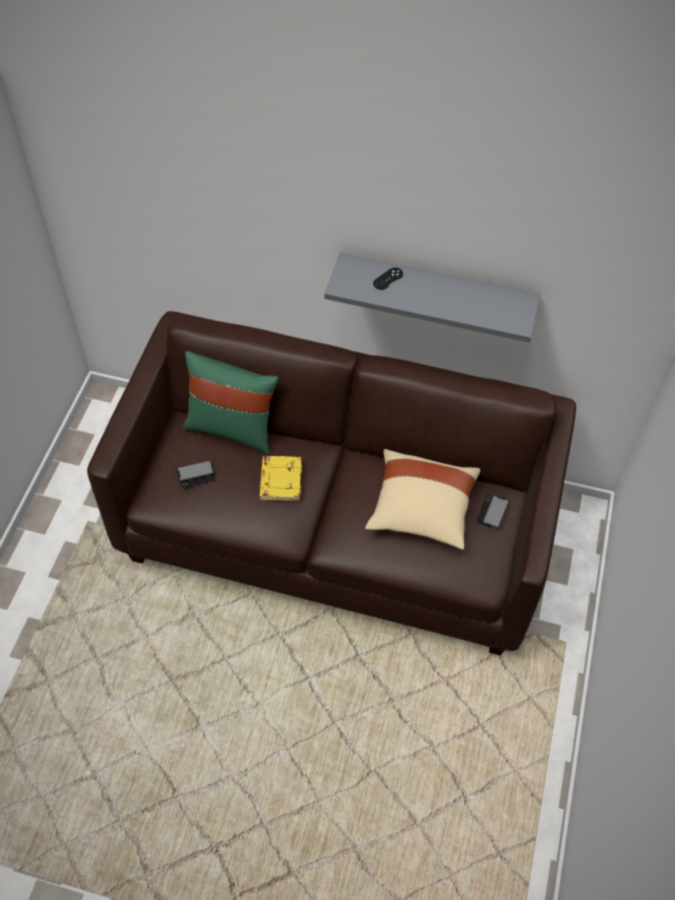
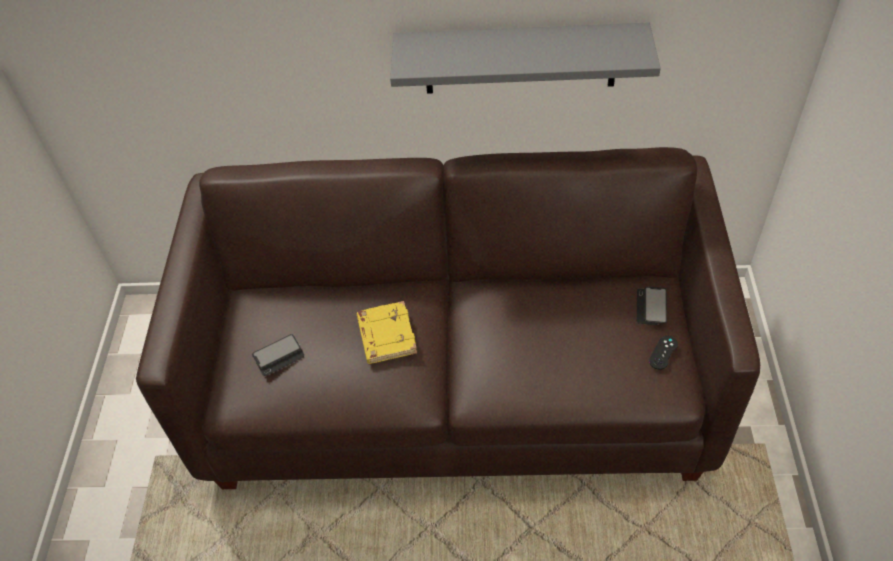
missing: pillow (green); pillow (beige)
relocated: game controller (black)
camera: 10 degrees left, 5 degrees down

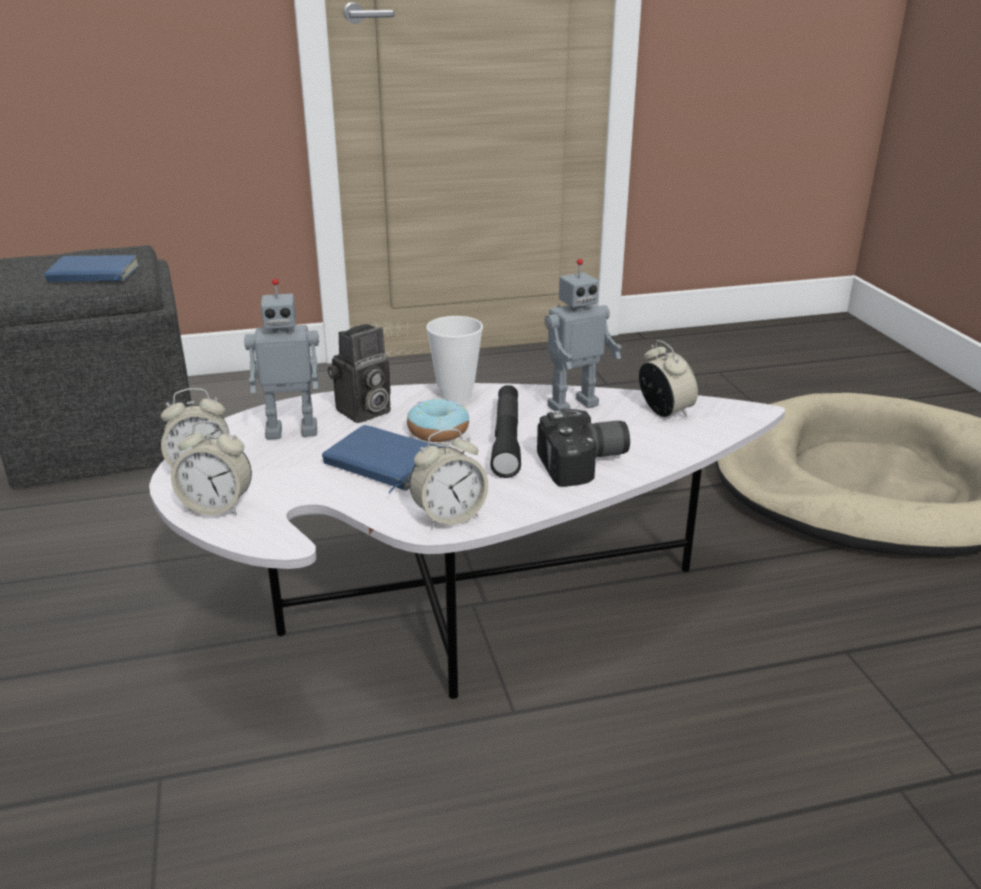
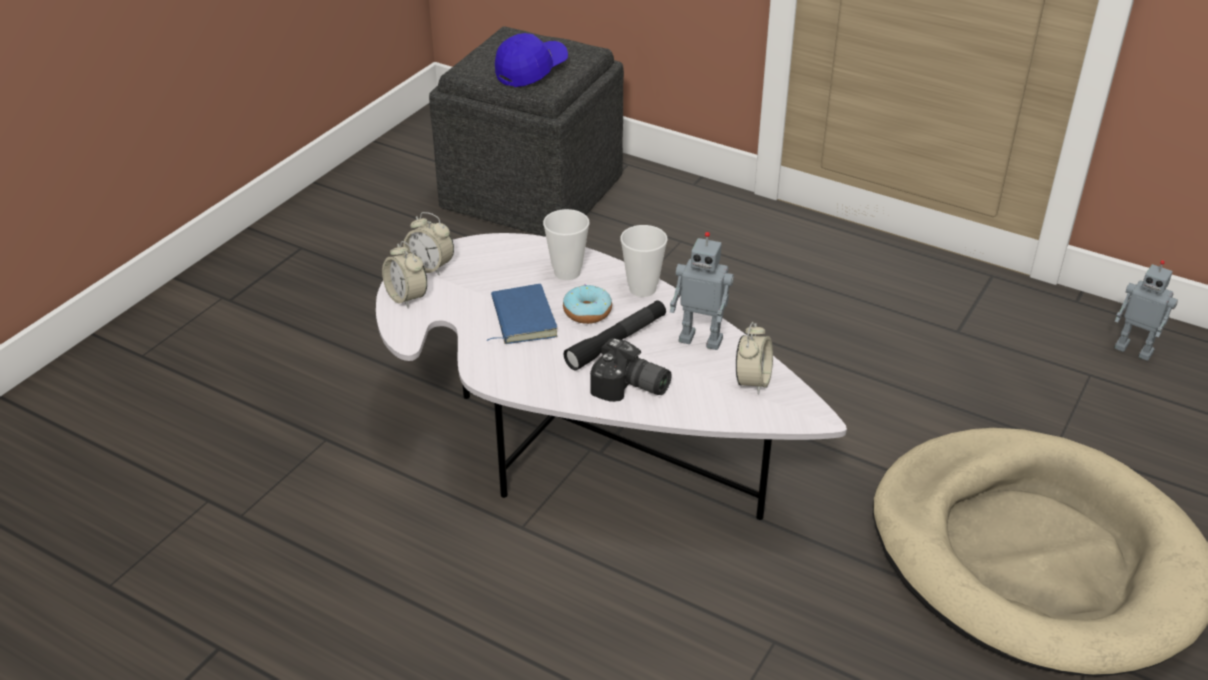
missing: alarm clock (no. 3 from left)
relocated: toy robot (no. 1 from left in the first image) to toy robot (no. 2 from left)
exchanged: book (blue) (no. 1 from left) to cap (blue); photo camera (no. 1 from left) to cup (no. 1 from left)
camera: 45 degrees right, 10 degrees up

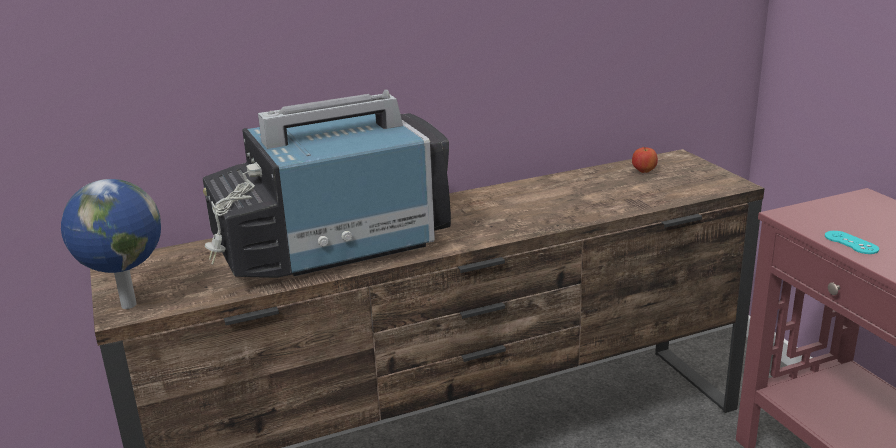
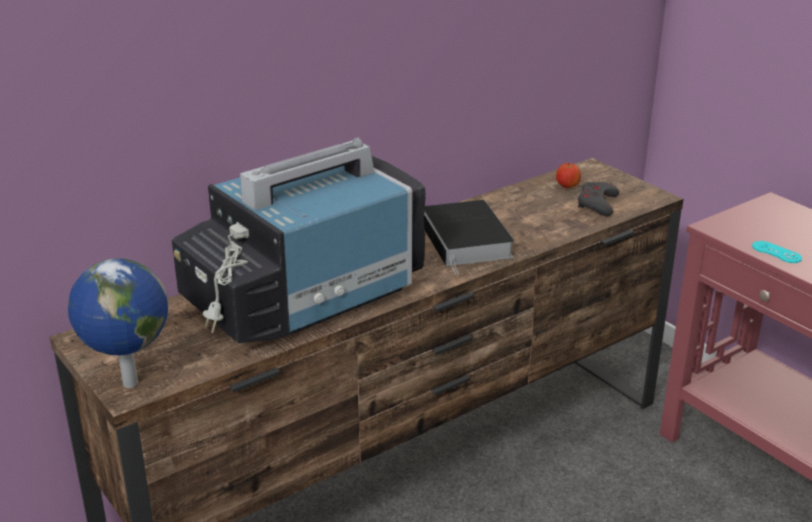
appeared: book; game controller (grey)
camera: 15 degrees left, 5 degrees up

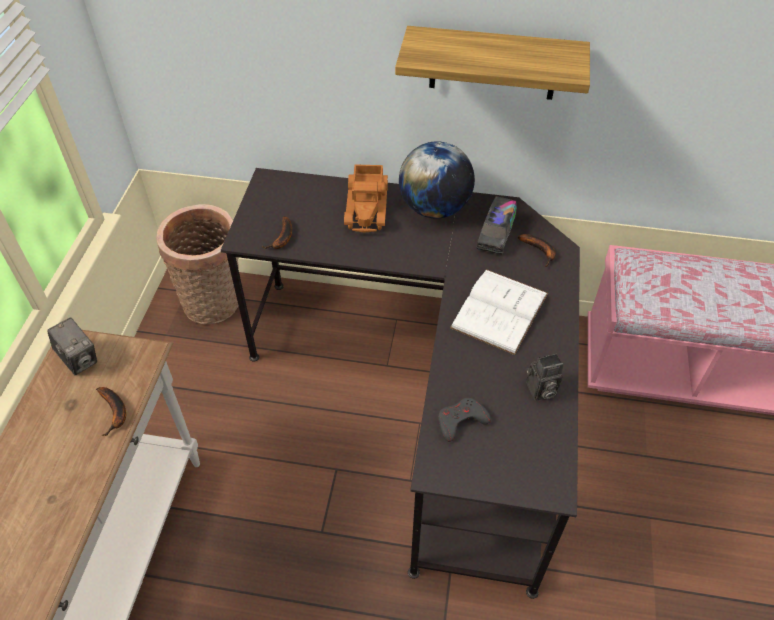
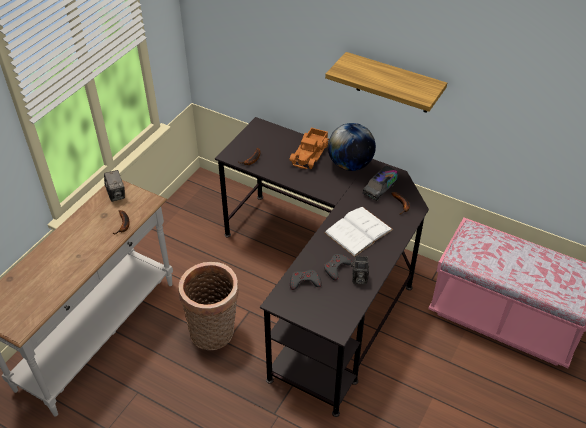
appeared: game controller (grey) (no. 2 from left)
relocated: basket
camera: 20 degrees right, 5 degrees down

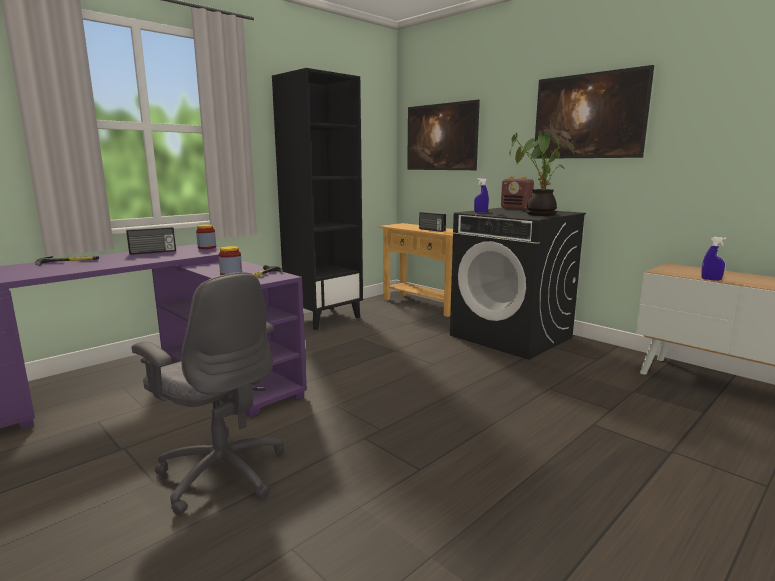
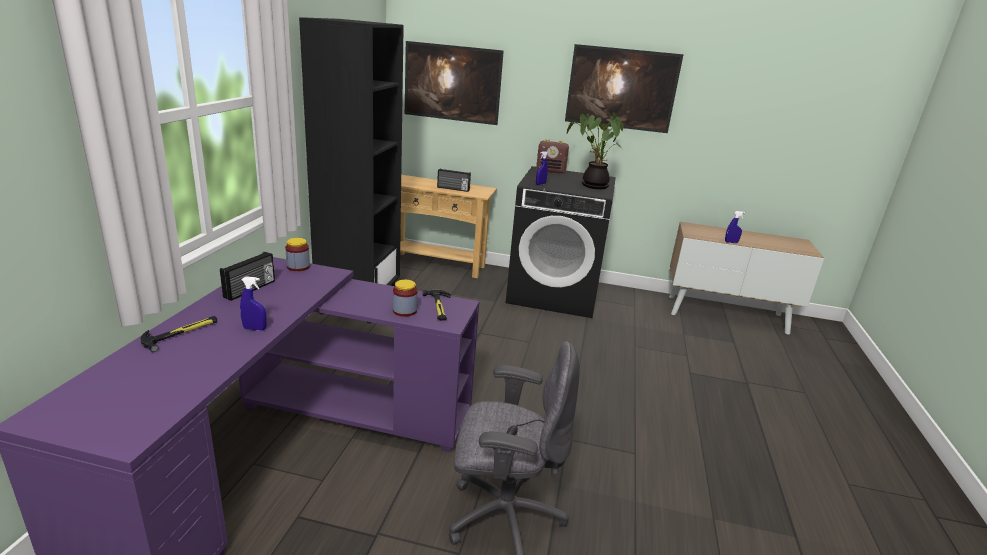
appeared: spray bottle (blue) (no. 1 from left)
camera: 35 degrees left, 10 degrees up

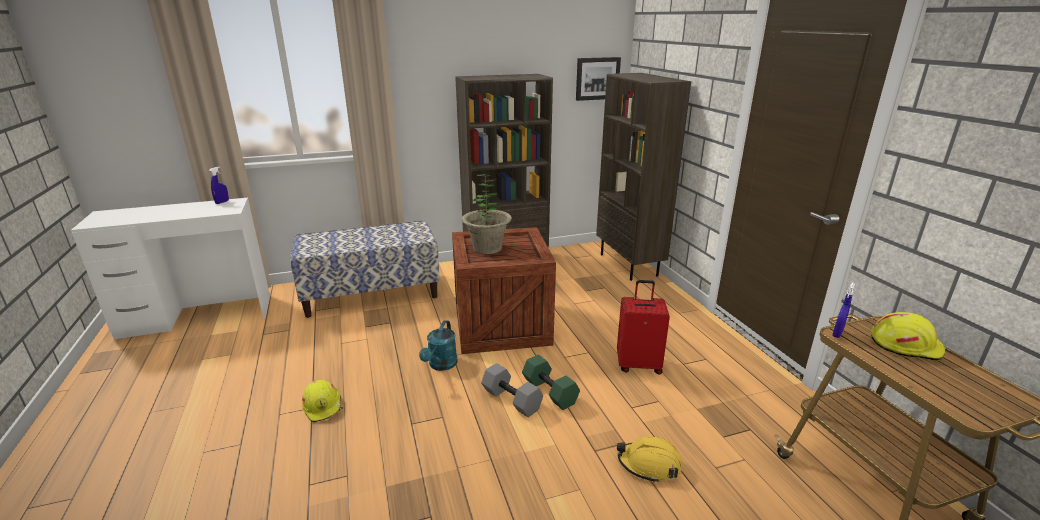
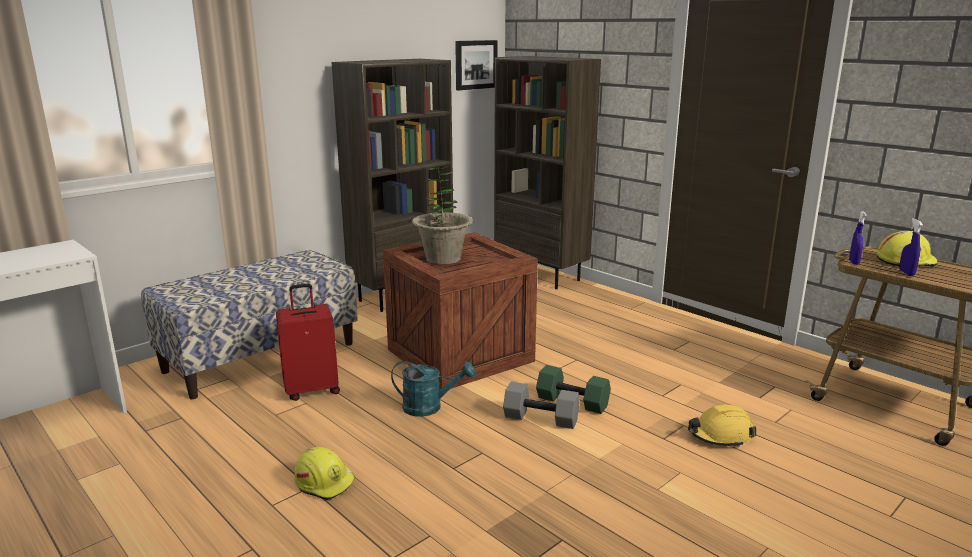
relocated: suitcase (red); spray bottle (blue) (no. 1 from left in the first image) to spray bottle (blue) (no. 2 from left)
spun: watering can (turquoise) 75 degrees counterclockwise
camera: 25 degrees left, 5 degrees down

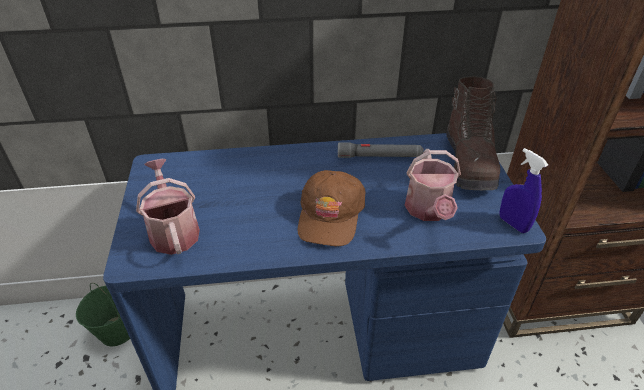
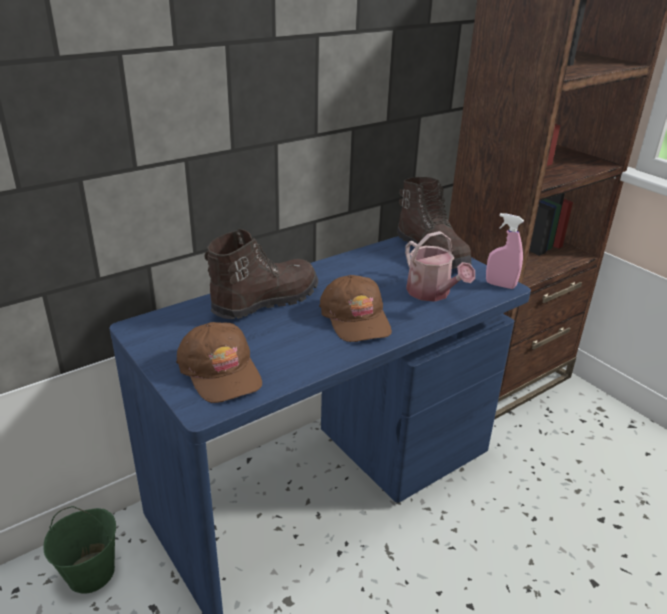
missing: flashlight (grey)
appeared: boot (brown) (no. 1 from left)
exchanged: watering can (no. 1 from left) to cap (brown) (no. 1 from left)
colour: spray bottle (blue) to spray bottle (pink)
camera: 30 degrees left, 10 degrees down

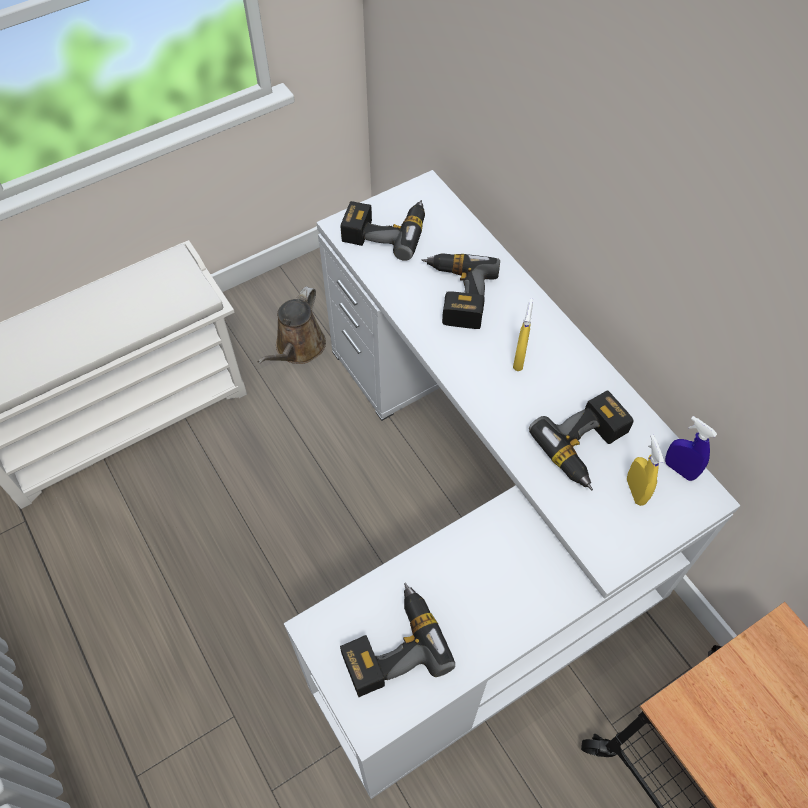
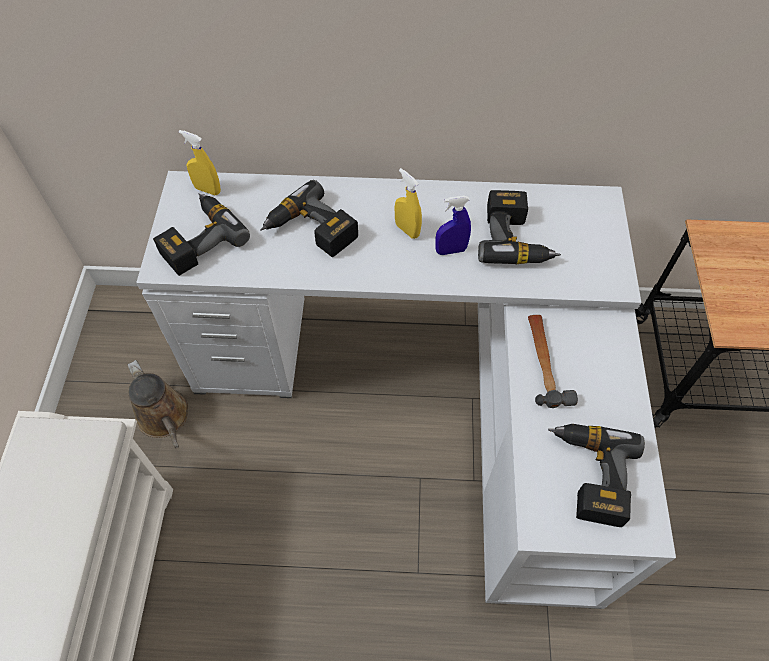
appeared: hammer
relocated: spray bottle (yellow) (no. 2 from left in the first image) to spray bottle (yellow) (no. 1 from left); spray bottle (blue)
camera: 55 degrees left, 0 degrees up

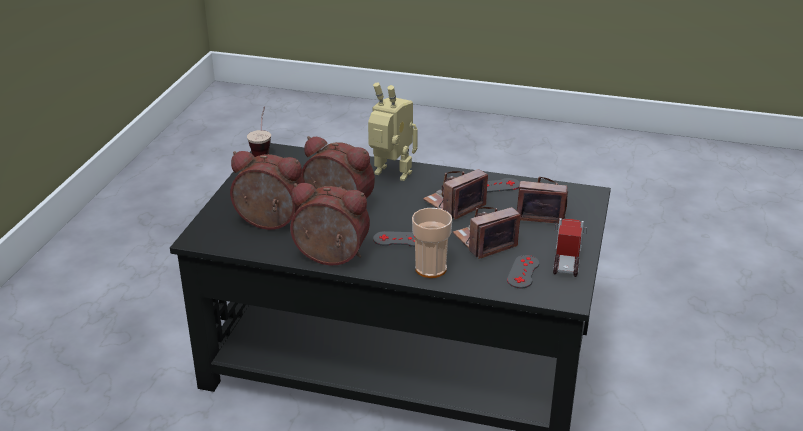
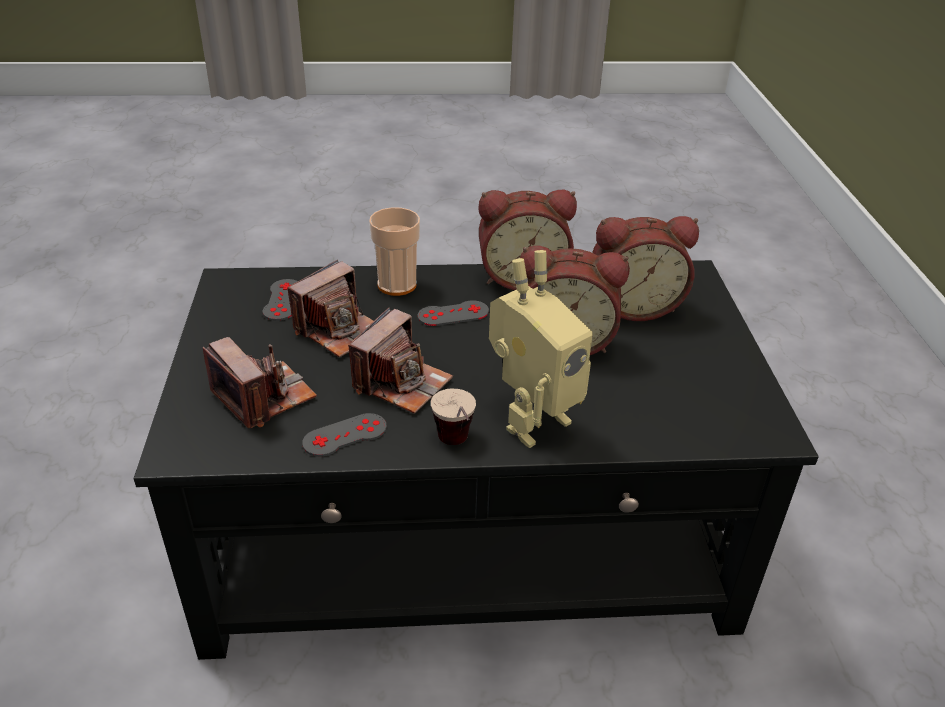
missing: toy truck
relocated: cup (no. 1 from left in the first image) to cup (no. 2 from left)
spun: photo camera (no. 3 from left in the first image) 120 degrees counterclockwise; toy robot 45 degrees counterclockwise
camera: 160 degrees right, 5 degrees up

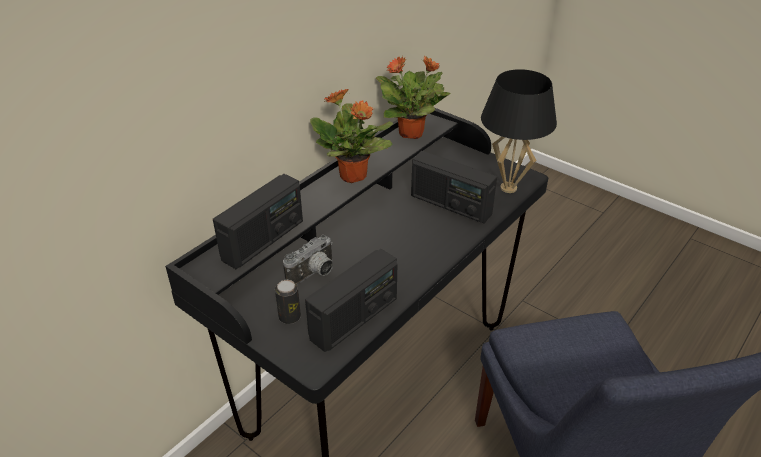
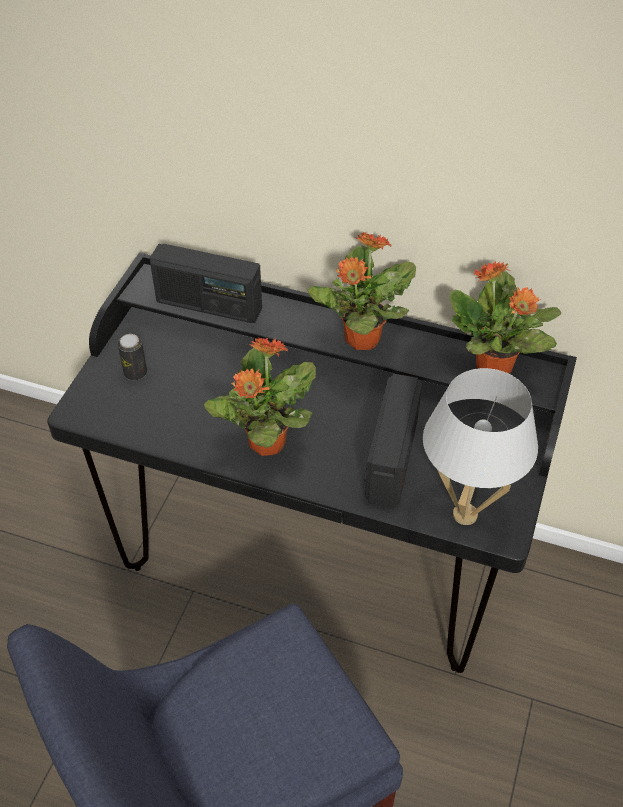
missing: photo camera; radio (no. 2 from left)
appeared: potted plant (no. 1 from left)
colour: table lamp (black) to table lamp (white)
camera: 70 degrees right, 10 degrees up

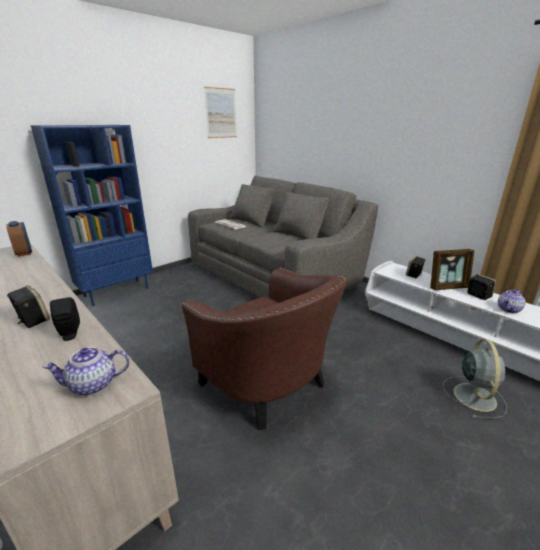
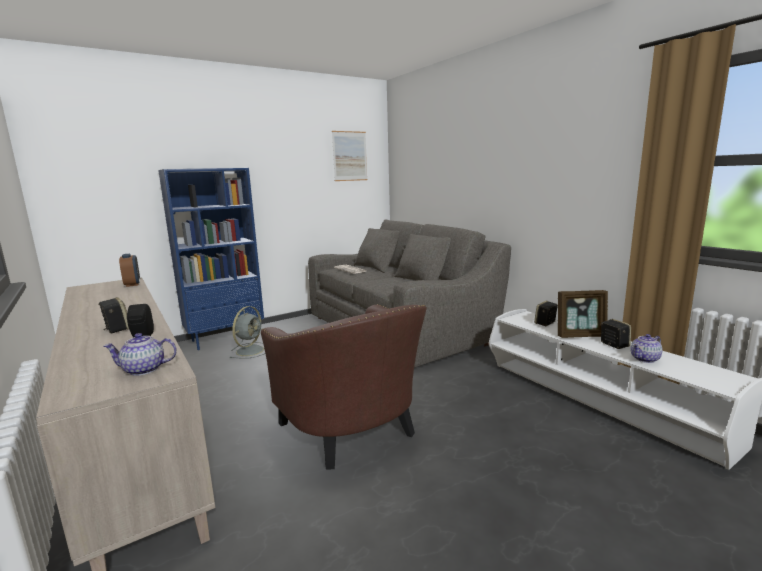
relocated: fan (grey)
camera: 10 degrees right, 10 degrees down

